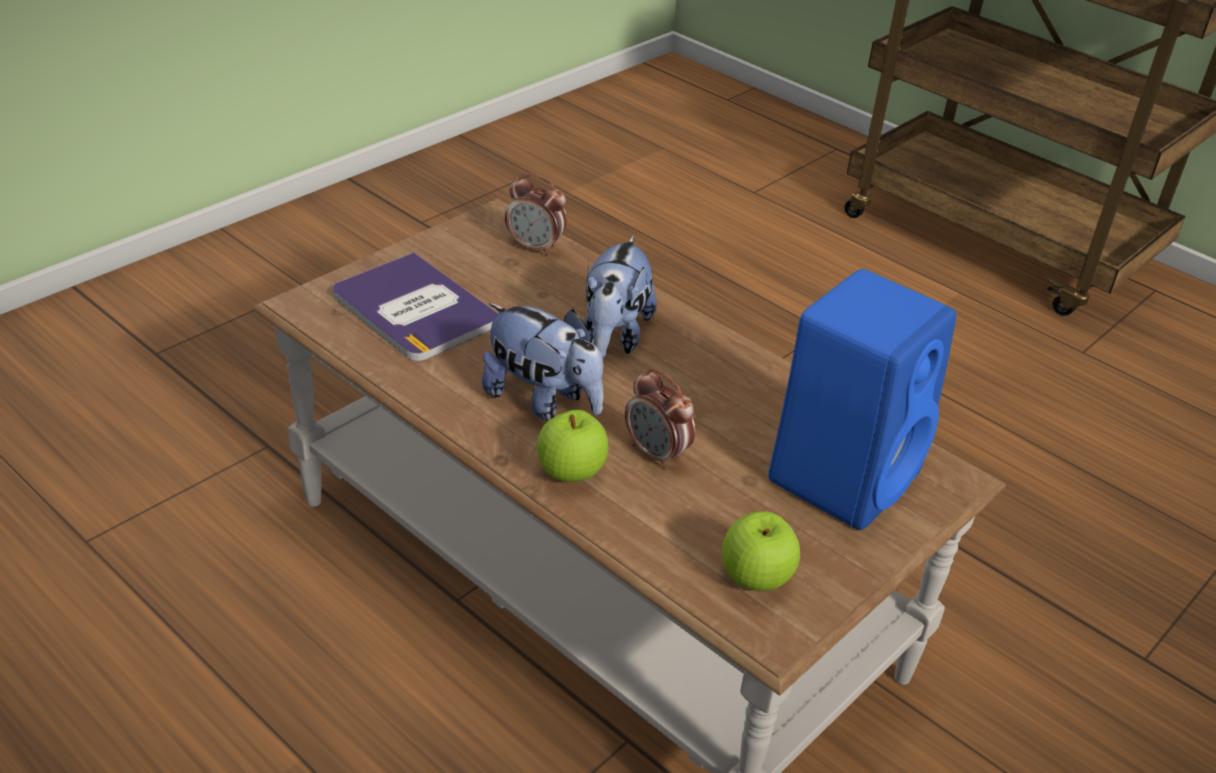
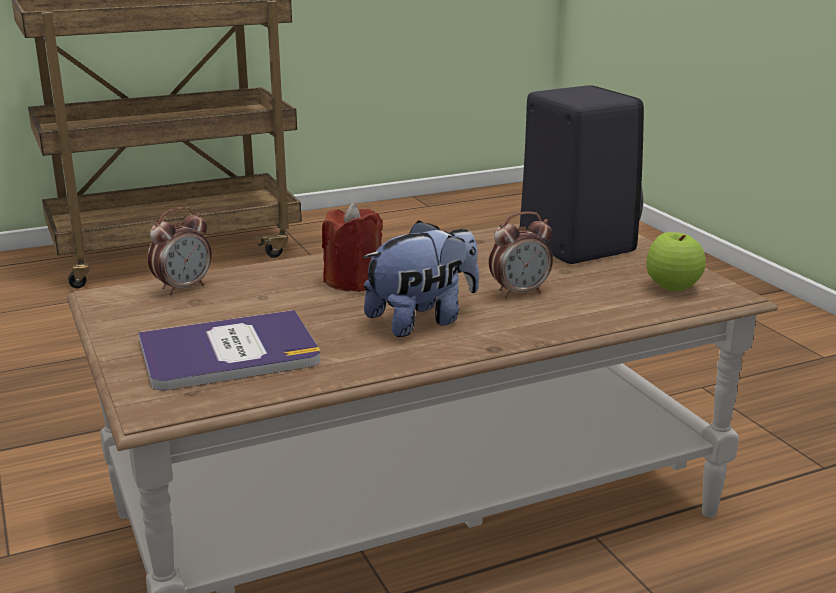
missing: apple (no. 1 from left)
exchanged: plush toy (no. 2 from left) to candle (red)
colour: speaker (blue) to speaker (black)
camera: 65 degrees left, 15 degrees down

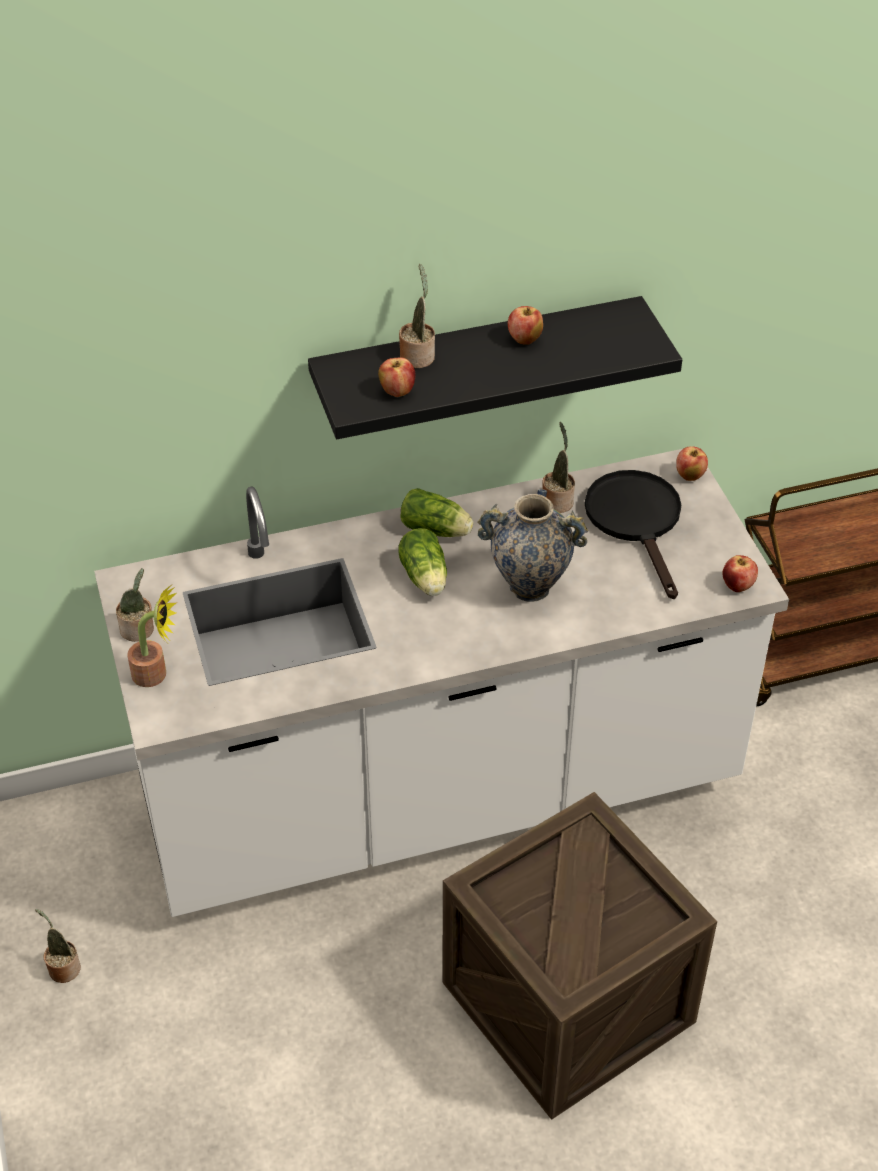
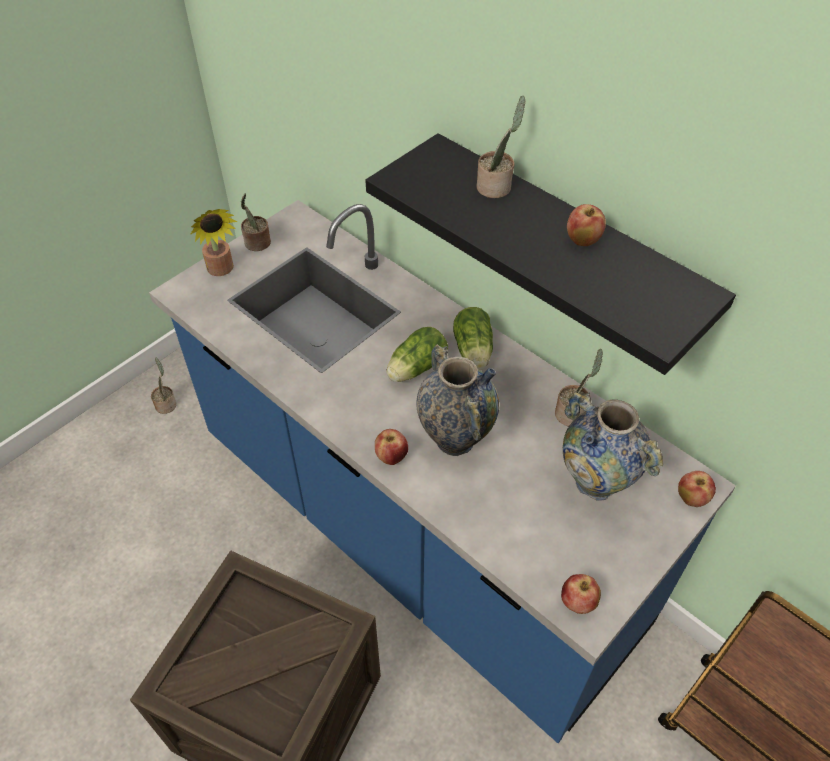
relocated: apple (no. 1 from left)
exchanged: frying pan (black) to vase (no. 2 from left)
colour: counter (white) to counter (blue)
camera: 60 degrees right, 5 degrees up

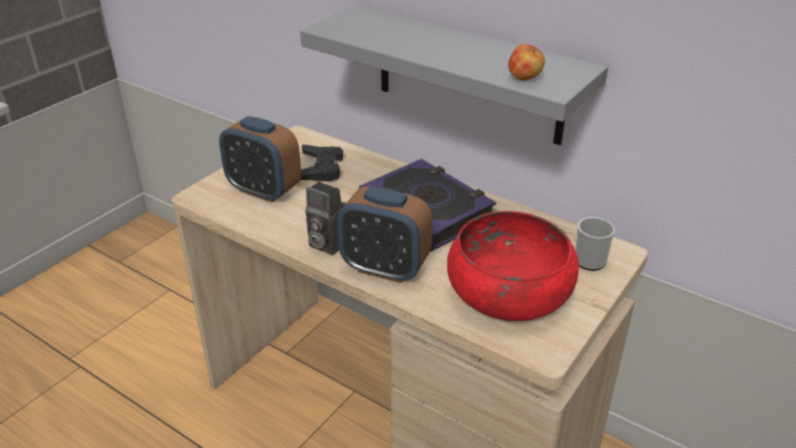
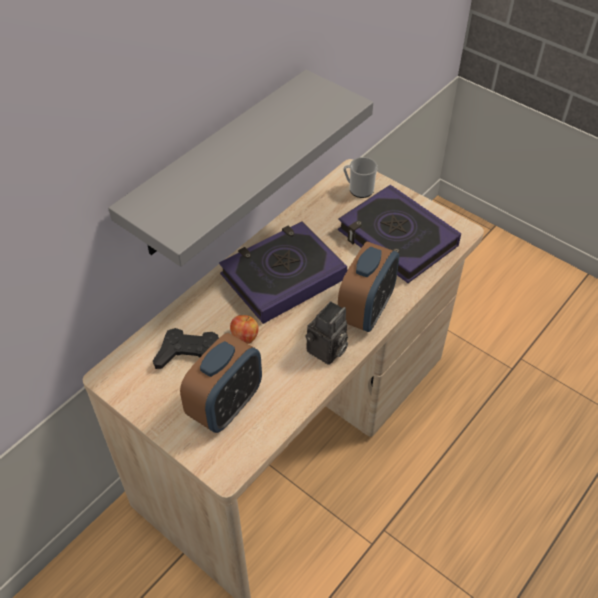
relocated: apple
exchanged: bowl (red) to book (no. 2 from left)
camera: 85 degrees left, 15 degrees up

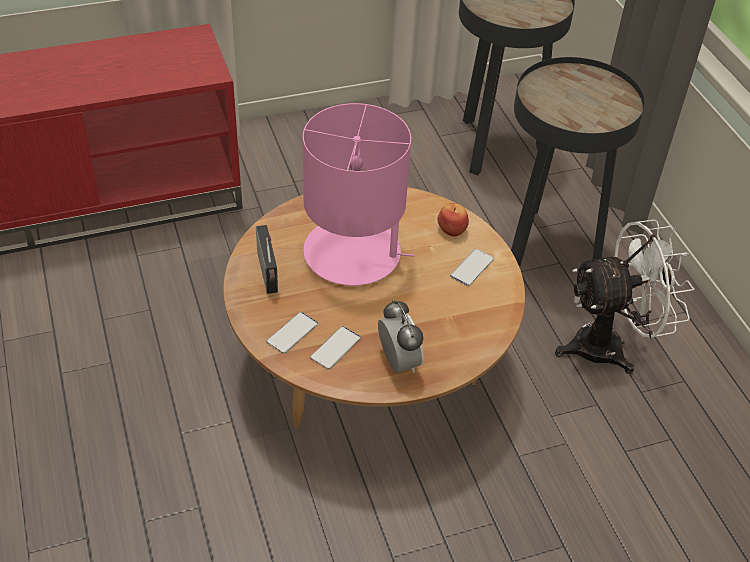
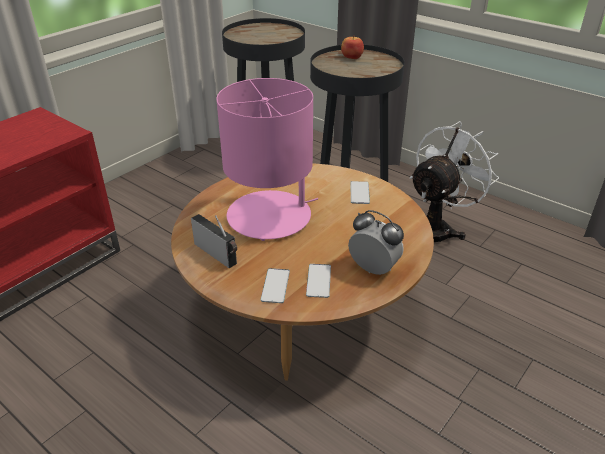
relocated: apple
camera: 30 degrees left, 10 degrees down

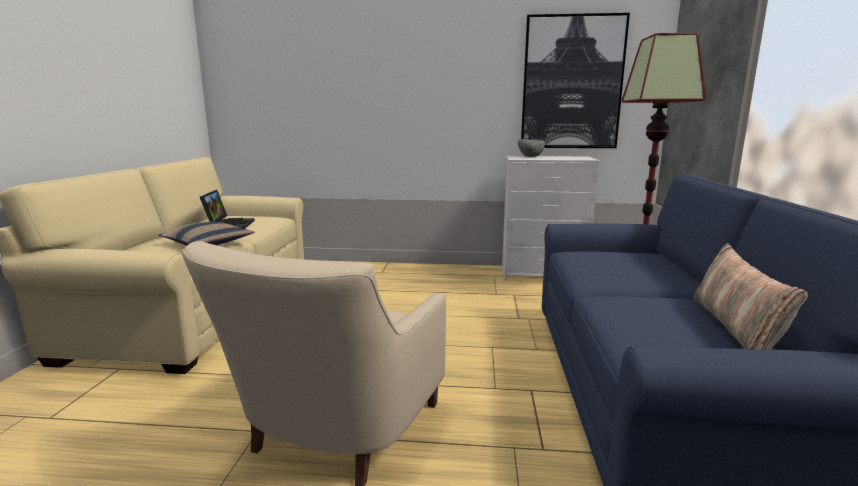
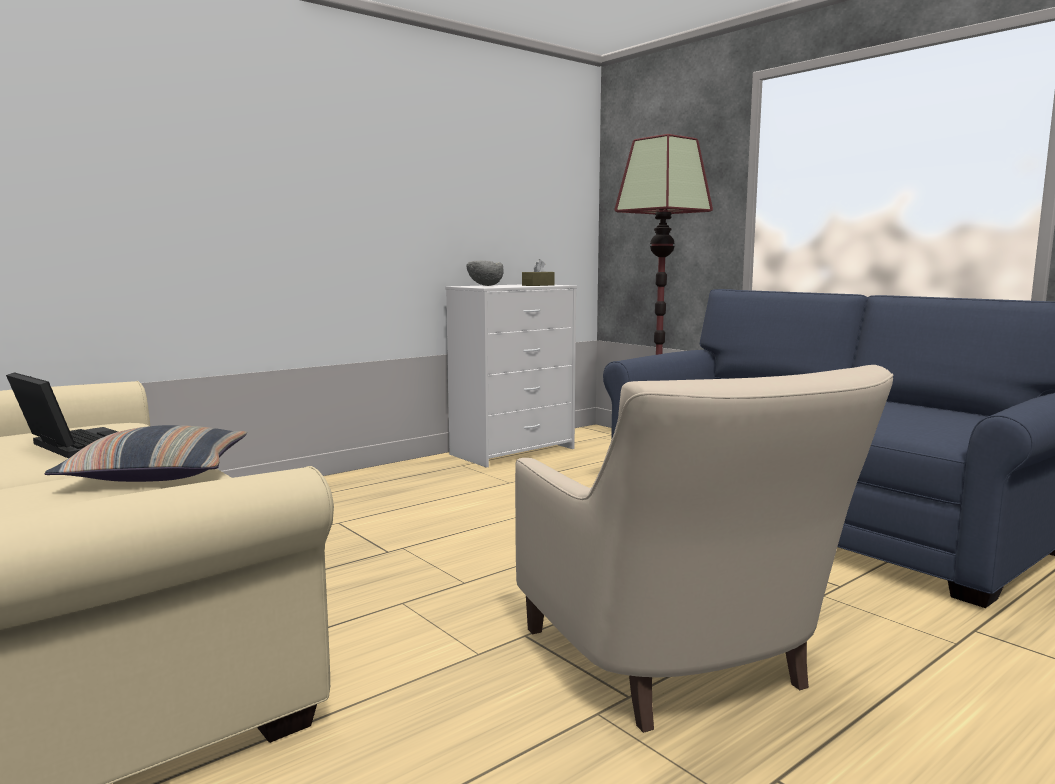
missing: picture; pillow (no. 2 from left)
appeared: tissue box (brown)
camera: 45 degrees left, 5 degrees down

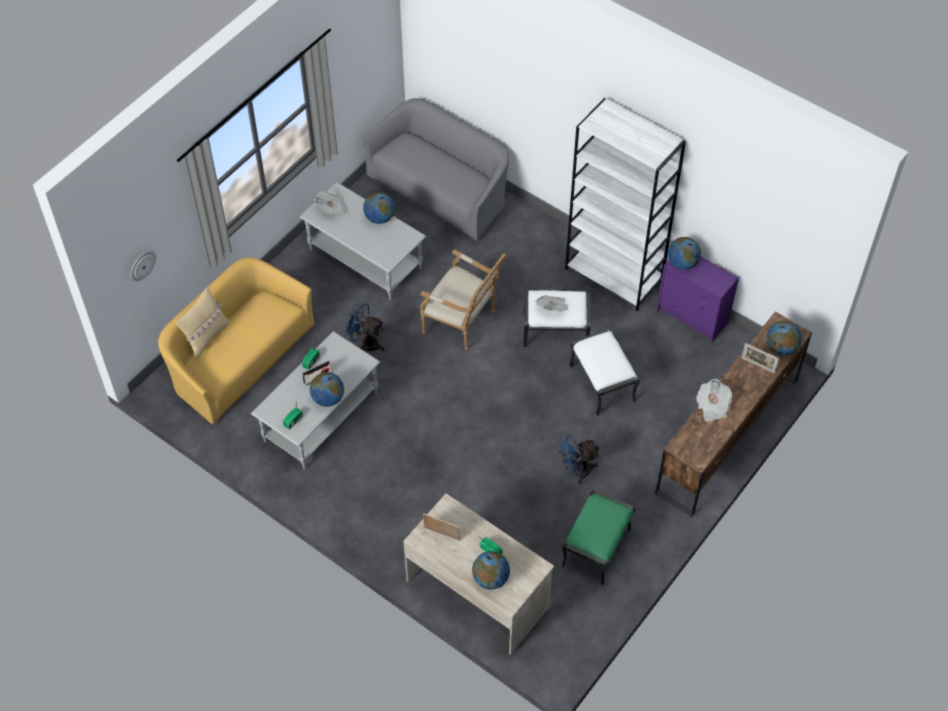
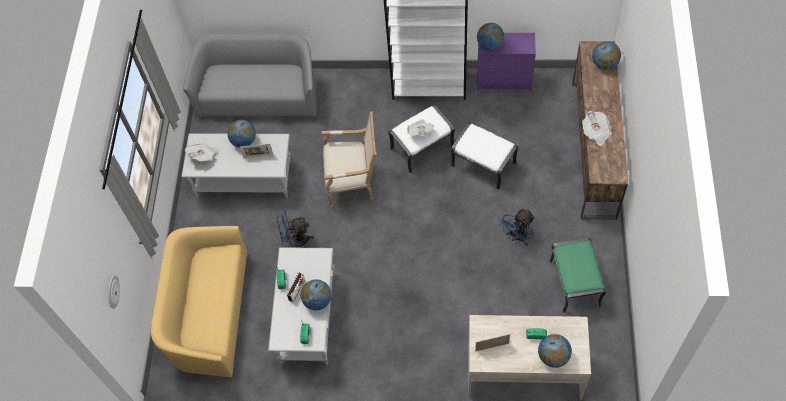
missing: pillow (beige)
relocated: picture frame (no. 2 from left in the first image) to picture frame (no. 1 from left)
camera: 30 degrees left, 5 degrees up

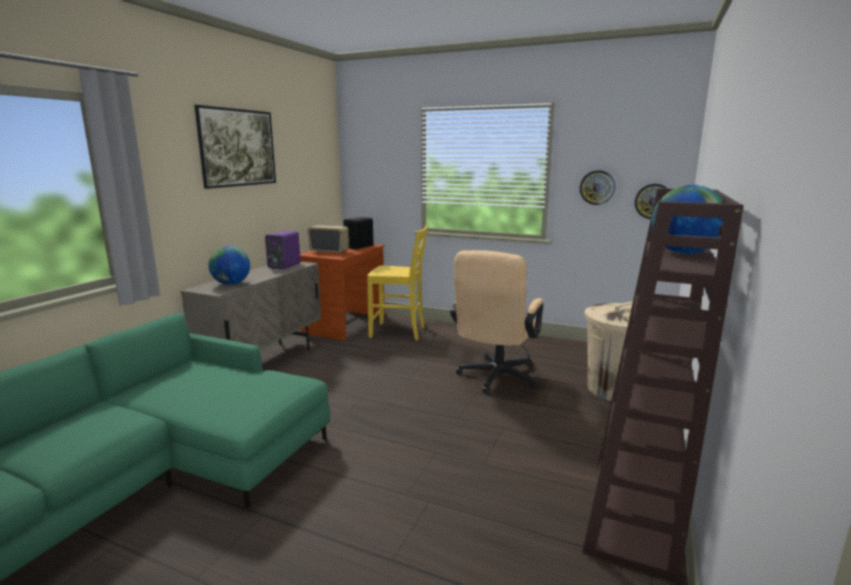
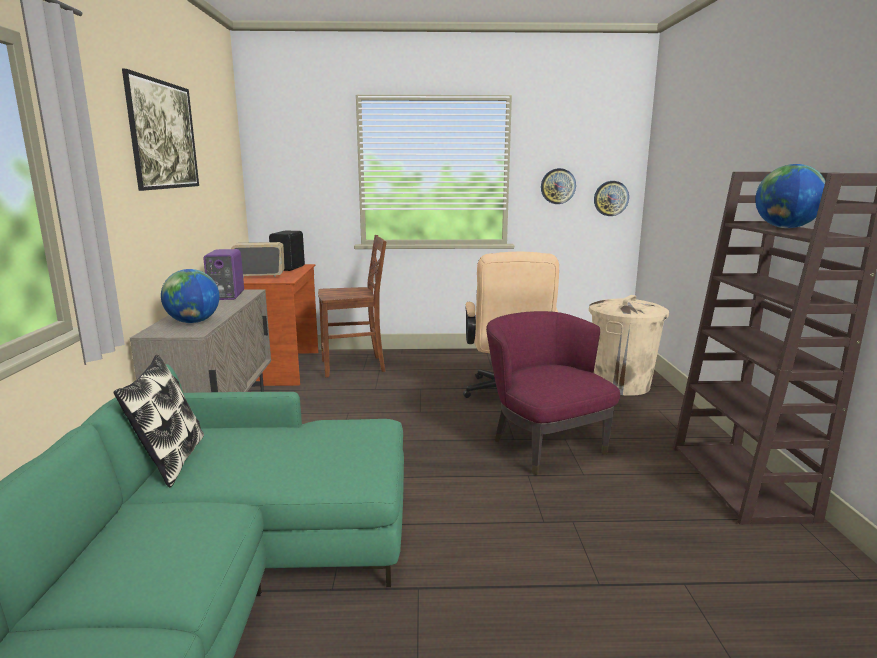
appeared: pillow; armchair (purple)
colour: chair (yellow) to chair (brown)
camera: 25 degrees left, 0 degrees up

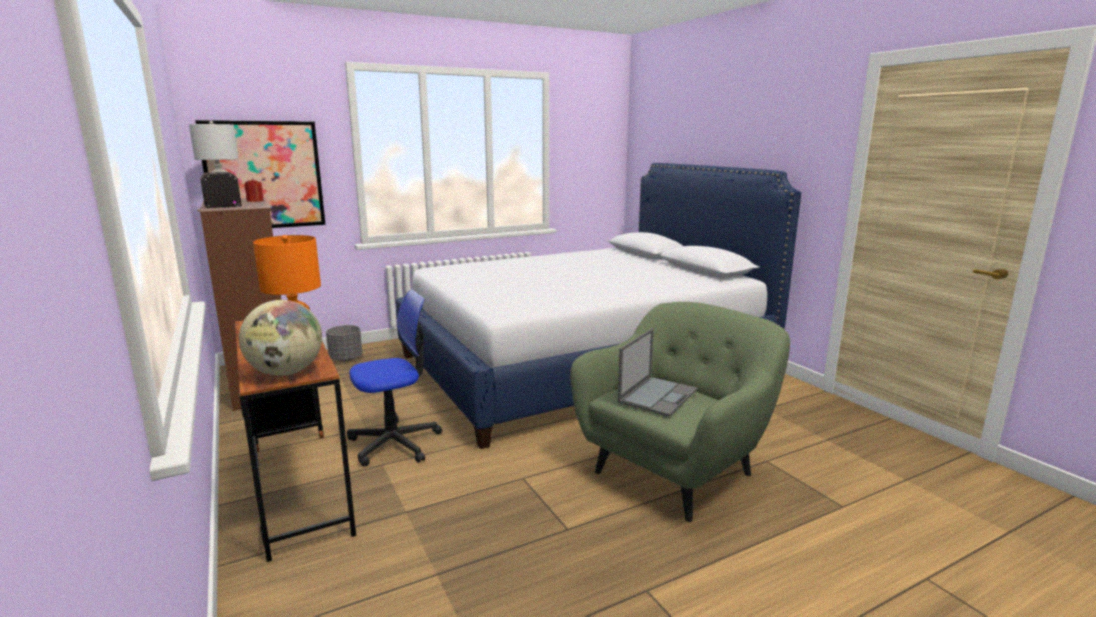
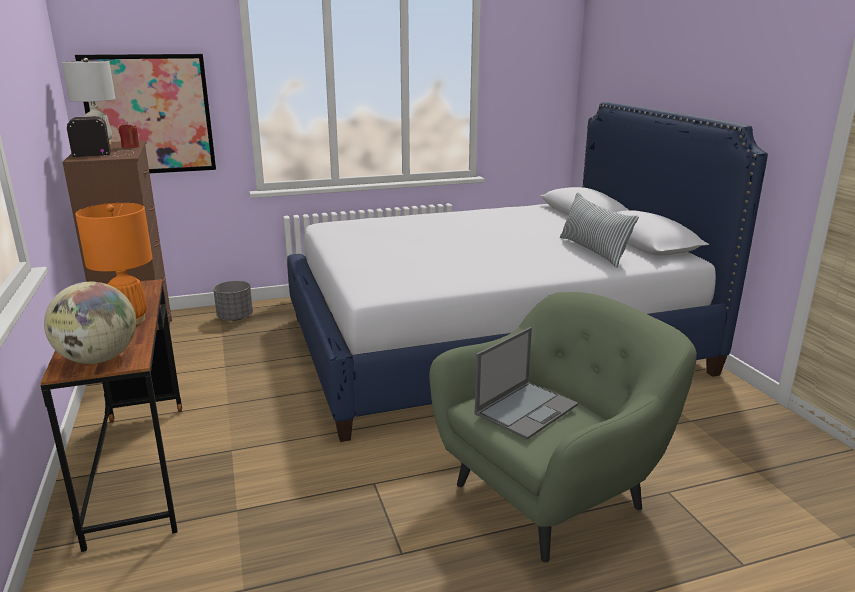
missing: office chair
appeared: pillow
camera: 10 degrees right, 5 degrees up

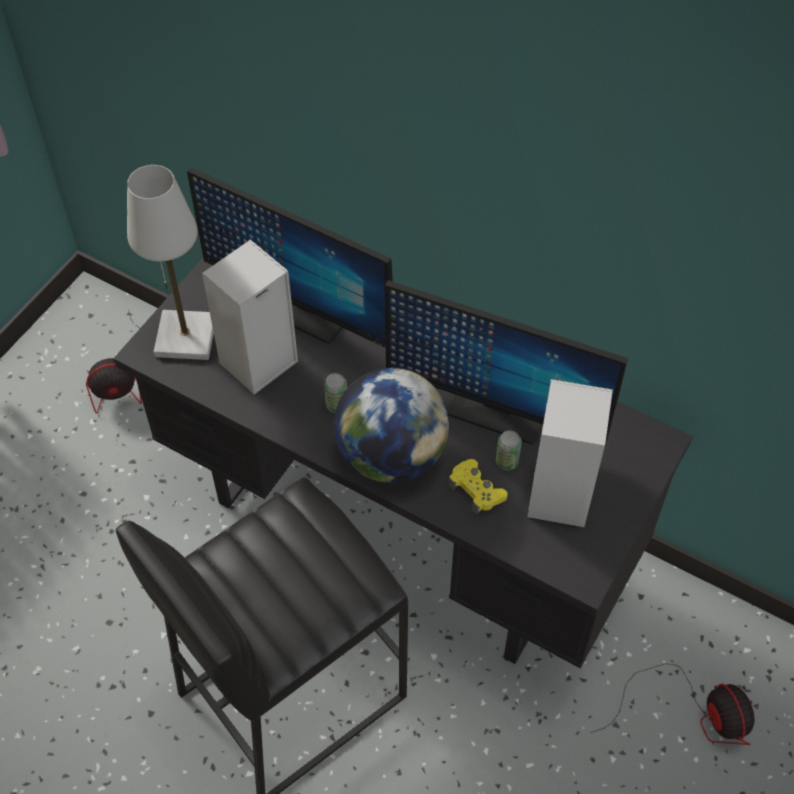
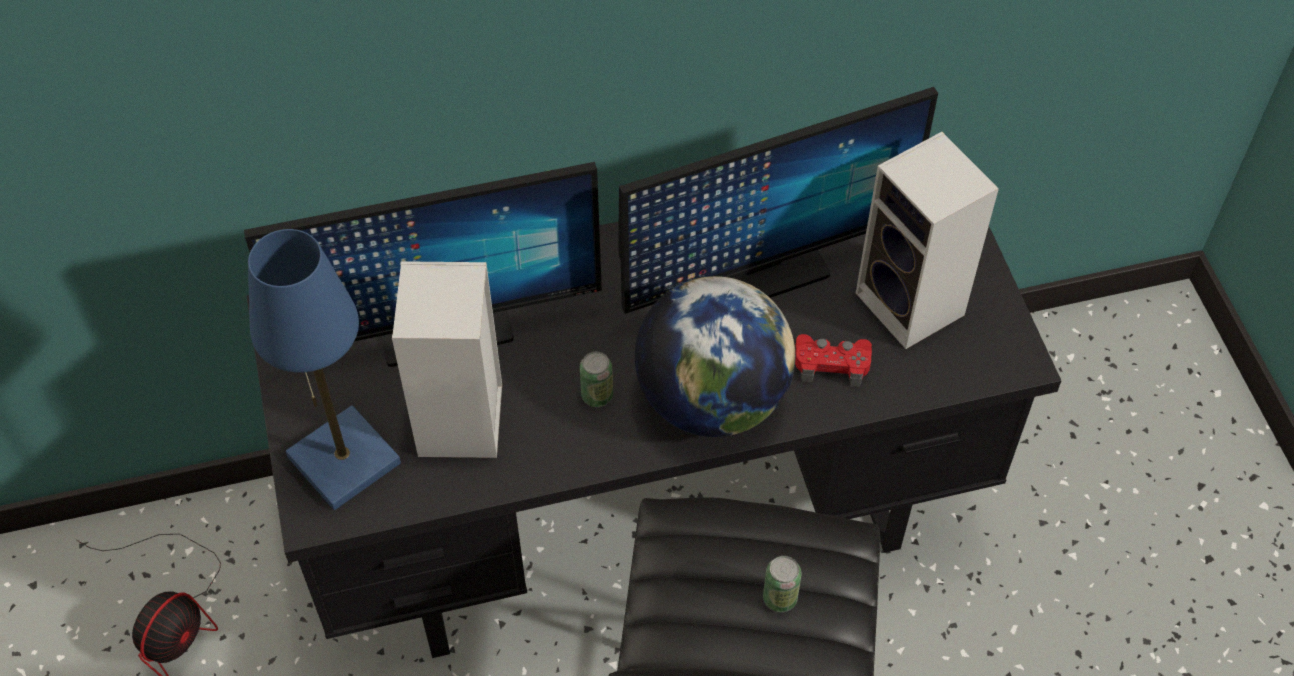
missing: fan (no. 2 from left)
relocated: can (no. 2 from left)
colour: table lamp (white) to table lamp (blue); game controller (yellow) to game controller (red)
camera: 45 degrees left, 0 degrees up

